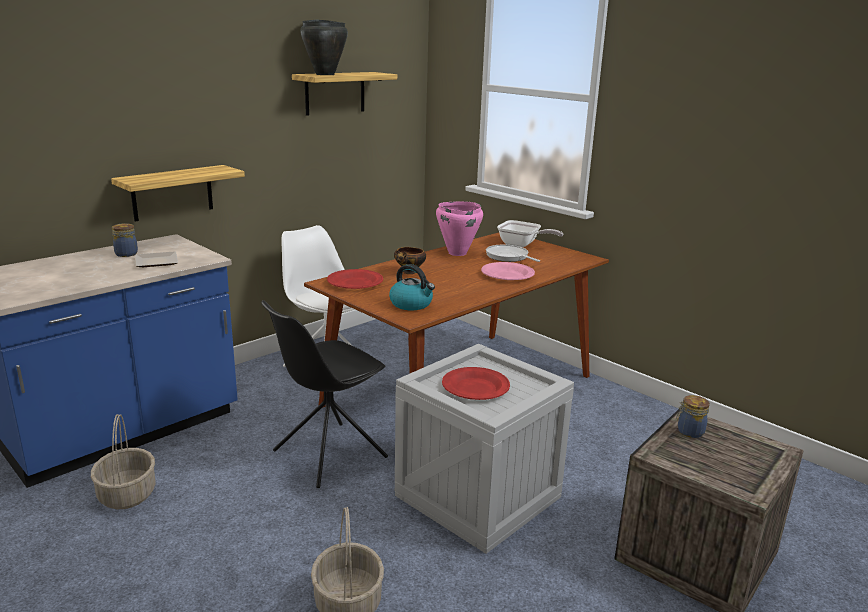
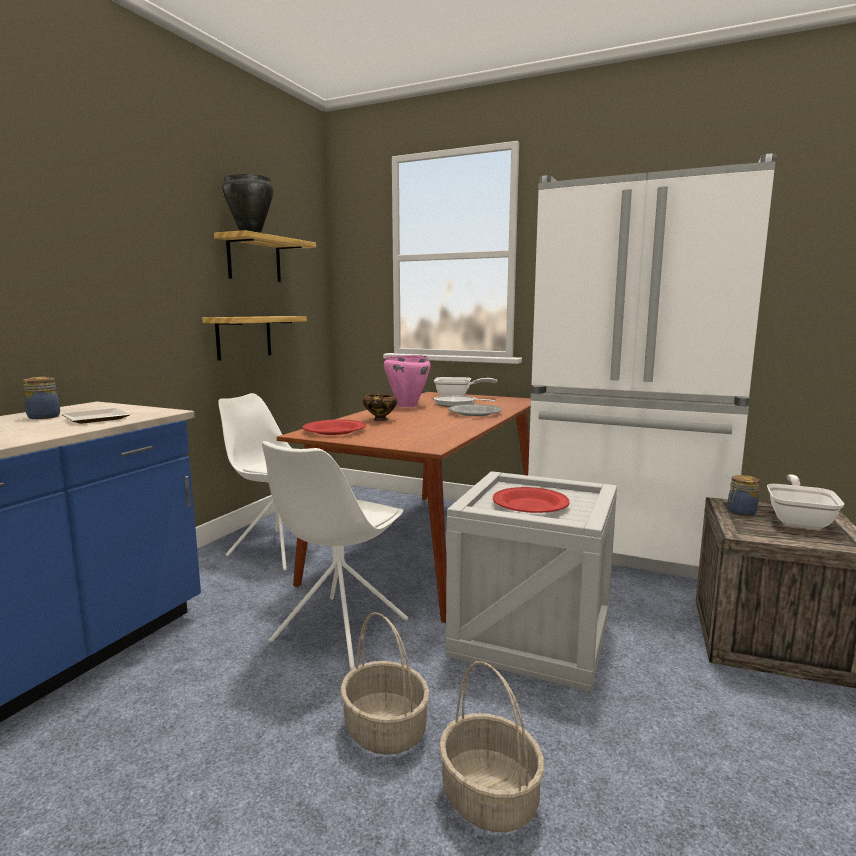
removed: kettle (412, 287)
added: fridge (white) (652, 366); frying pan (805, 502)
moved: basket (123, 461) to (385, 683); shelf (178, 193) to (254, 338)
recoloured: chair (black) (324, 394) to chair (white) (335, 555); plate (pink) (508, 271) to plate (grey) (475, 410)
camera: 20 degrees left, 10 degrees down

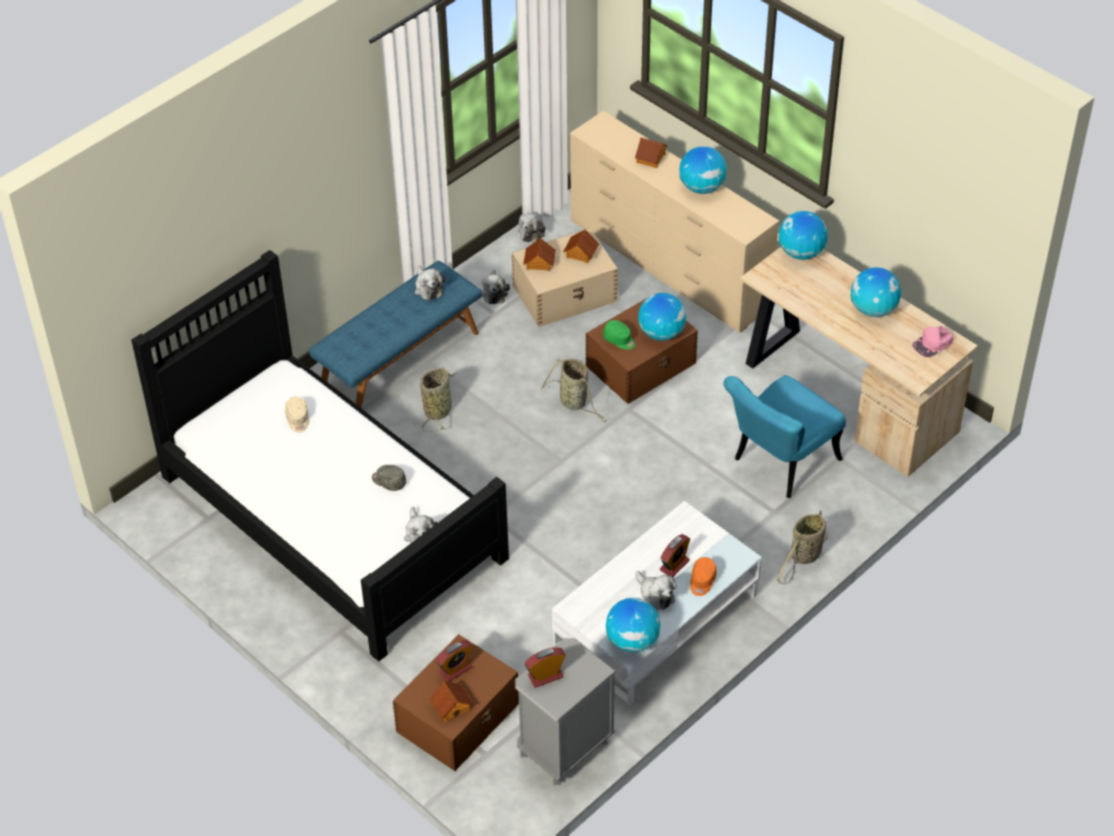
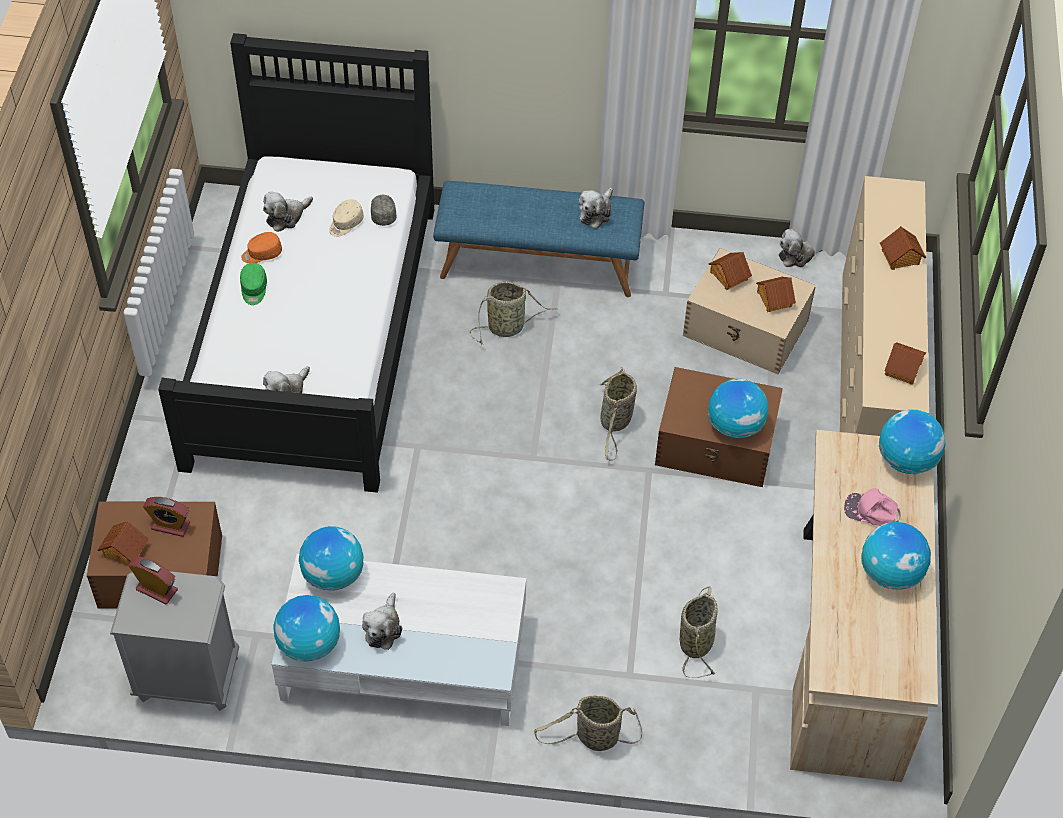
removed: alarm clock (675, 555)
added: toy house (905, 363)
moved: cap (grey) (389, 478) to (383, 210); plush toy (496, 287) to (288, 211); cap (green) (619, 335) to (253, 284); globe (703, 170) to (331, 558); cap (orange) (703, 576) to (261, 247); cap (pink) (932, 341) to (872, 507)
replaced: chair (turquoise) (784, 436) to basket (699, 632)
camera: 50 degrees right, 5 degrees up

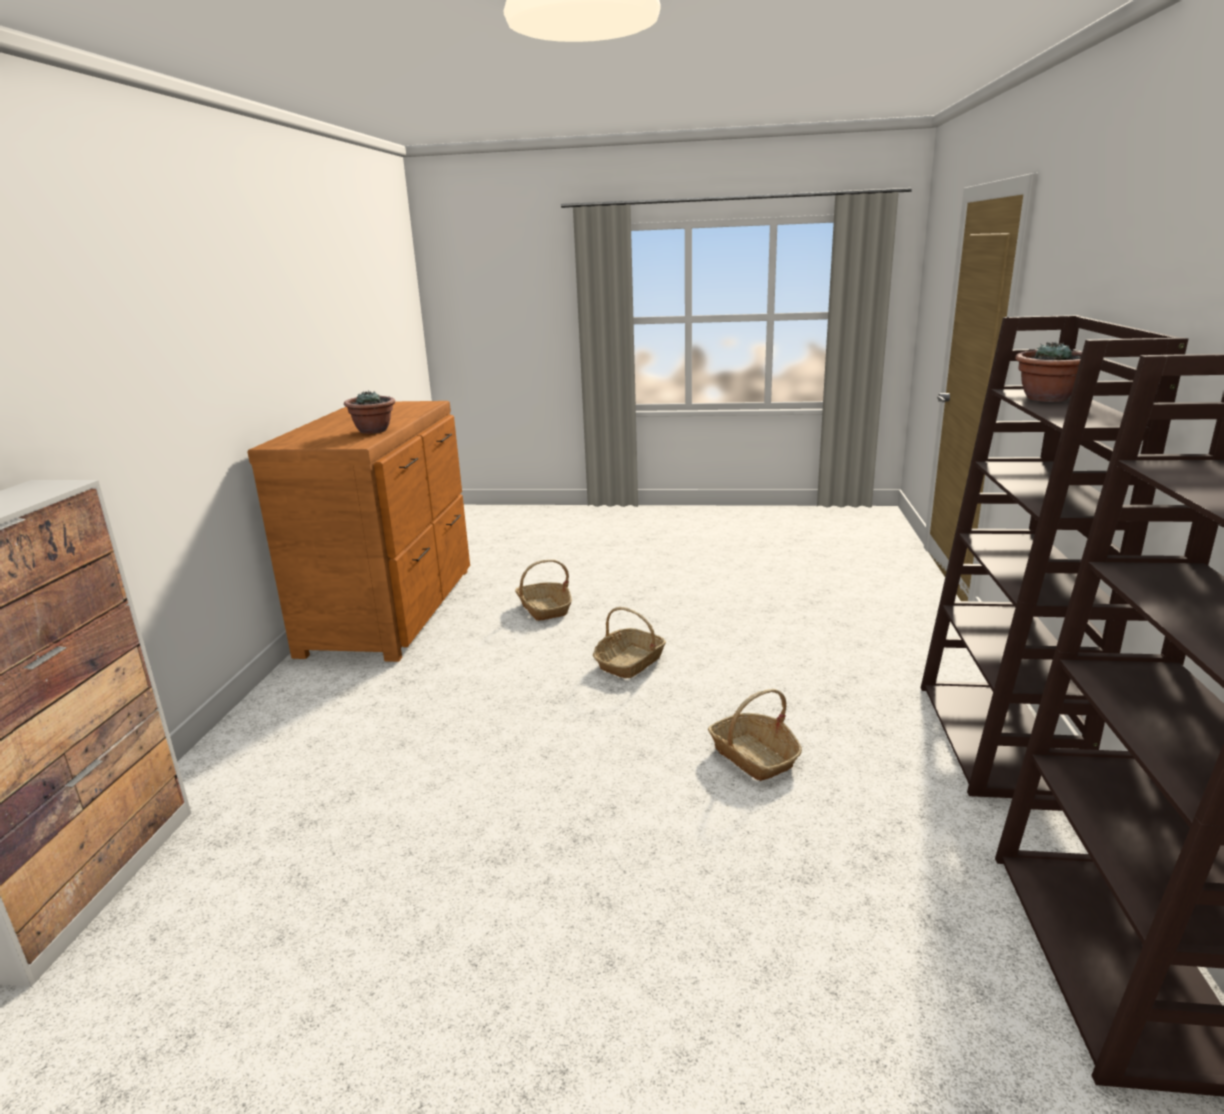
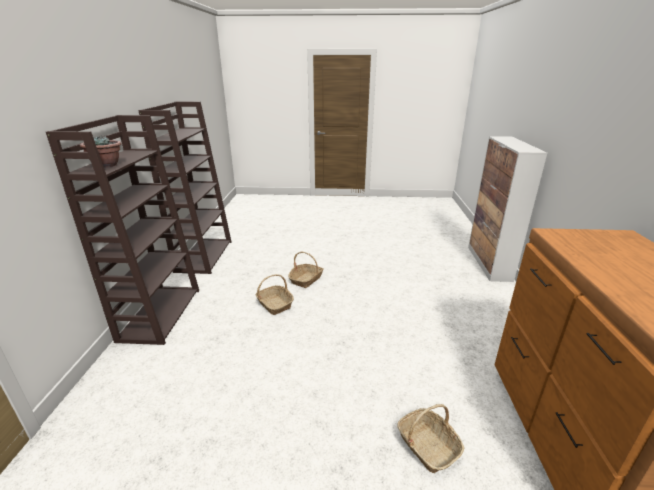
removed: potted plant (369, 412)
moved: basket (629, 642) to (306, 270)
camera: 175 degrees right, 5 degrees up

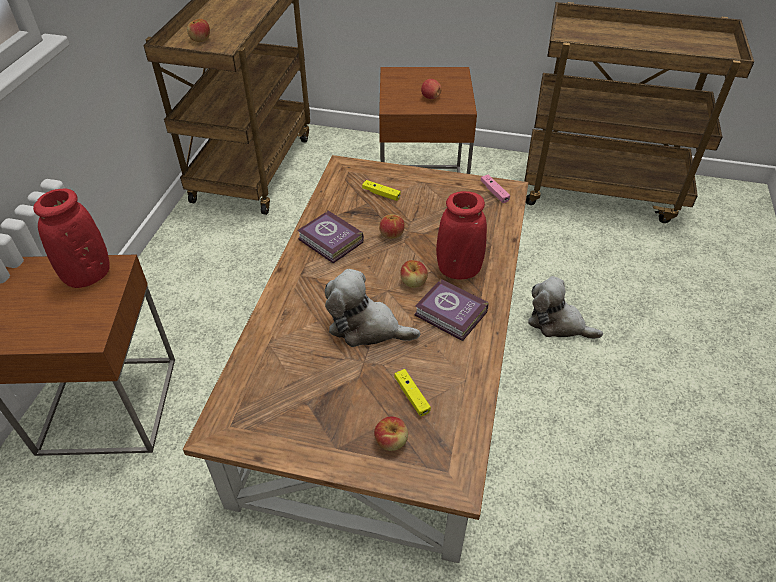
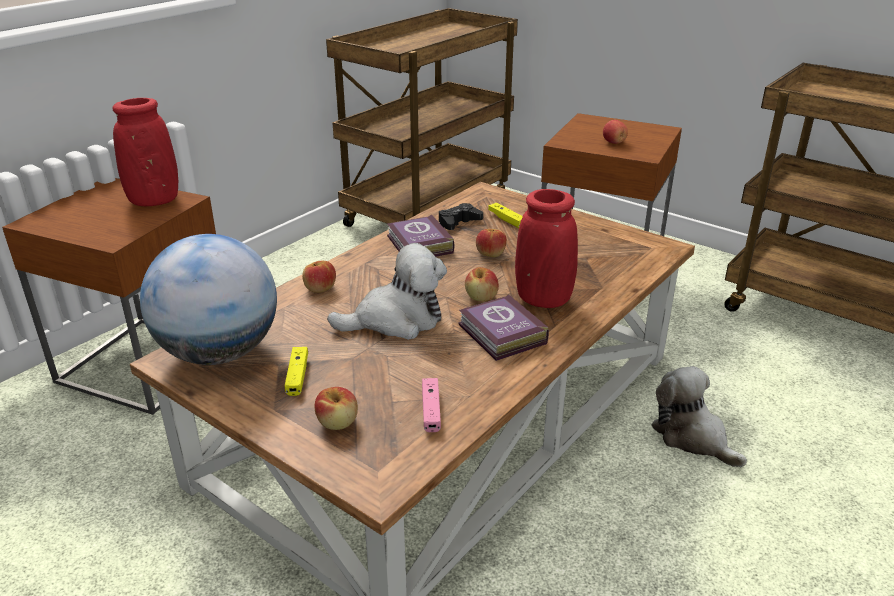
added: globe (208, 299); game controller (black) (461, 216)
moved: apple (198, 30) to (319, 277); game controller (yellow) (412, 392) to (296, 371); game controller (pink) (495, 189) to (431, 405)
turned: plush toy (372, 308) = (387, 291) 120 degrees clockwise
camera: 25 degrees right, 15 degrees down

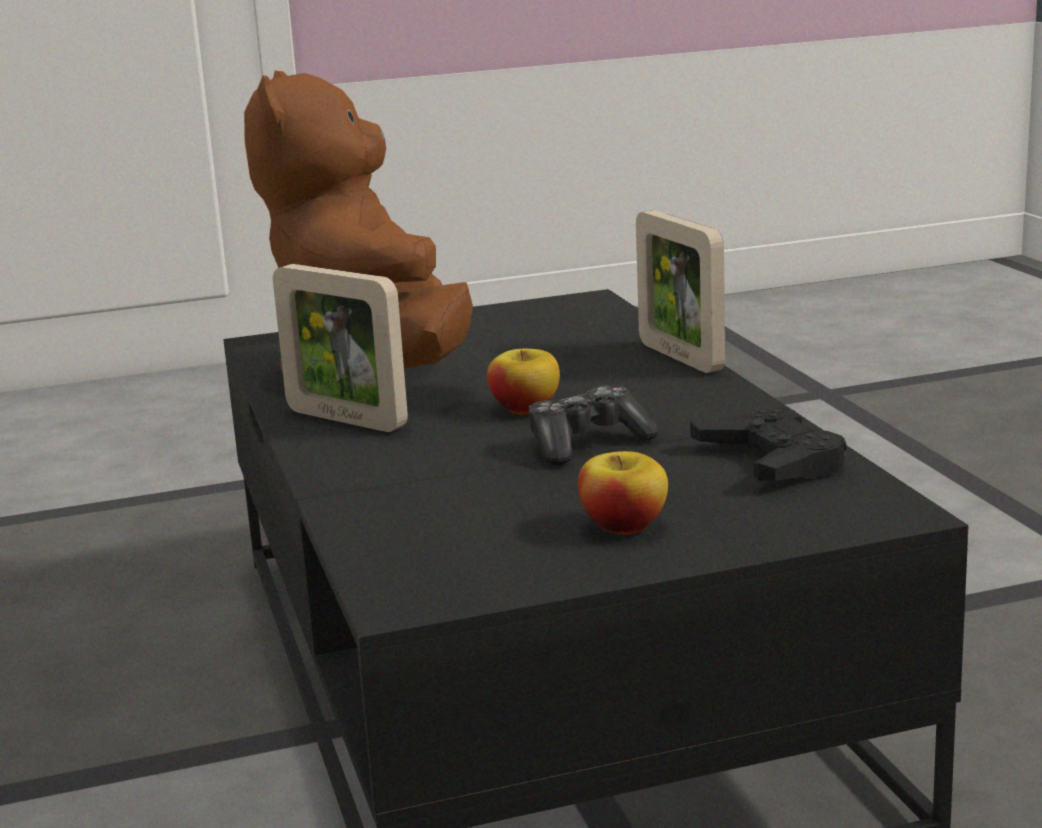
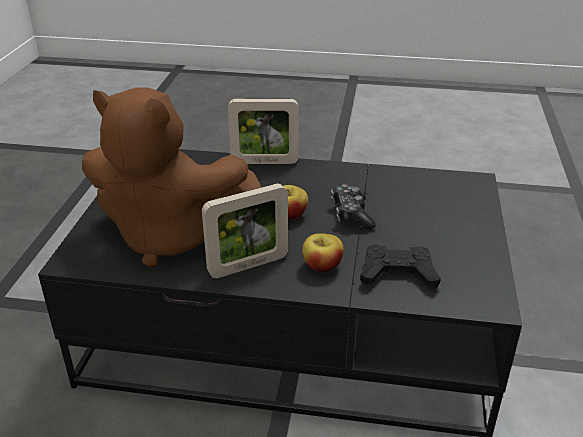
moved: apple (623, 492) to (323, 252); game controller (black) (768, 444) to (400, 266)
camera: 65 degrees left, 15 degrees up

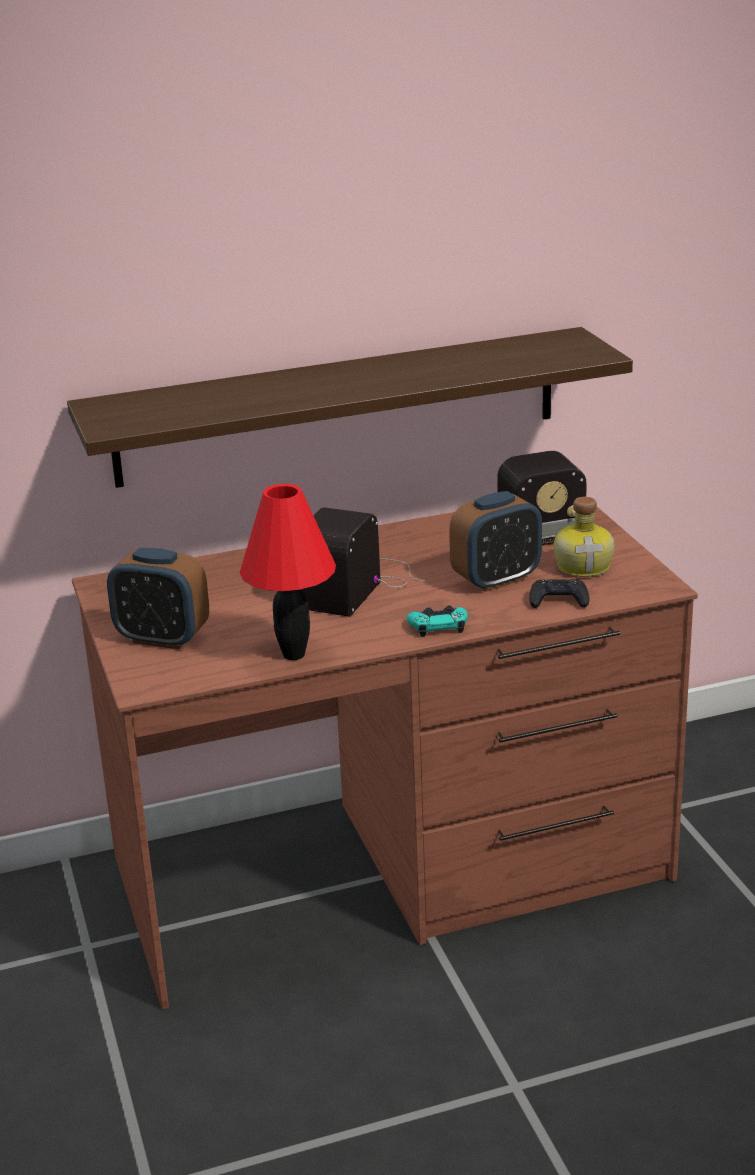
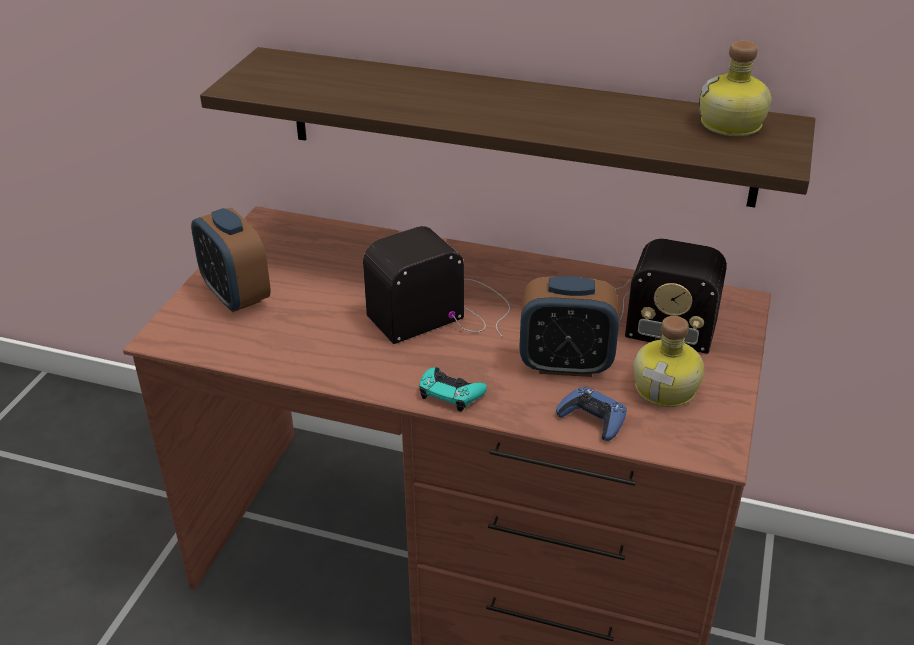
removed: table lamp (red) (288, 572)
added: bottle (735, 88)
recoloured: game controller (black) (559, 593) to game controller (blue) (591, 414)
camera: 35 degrees right, 10 degrees up

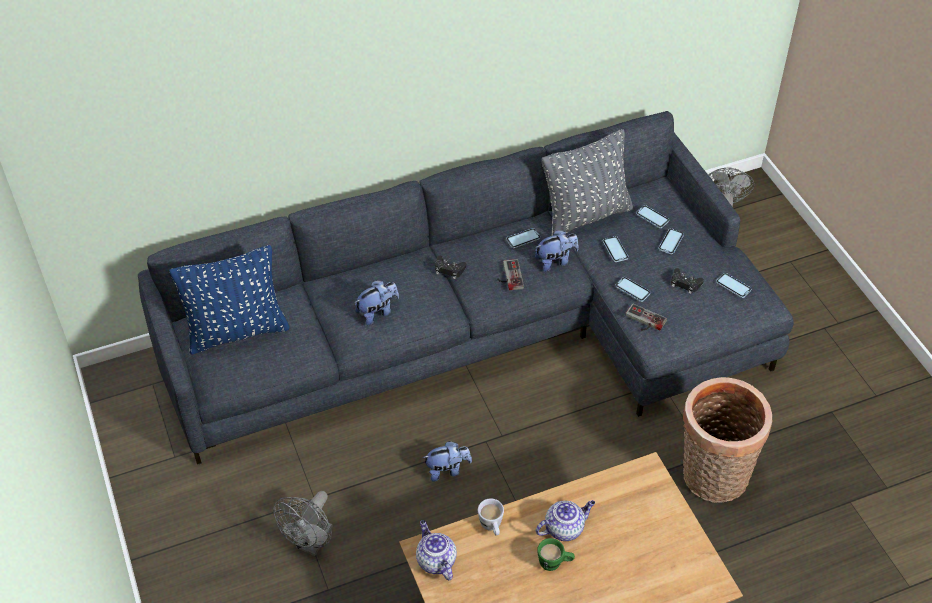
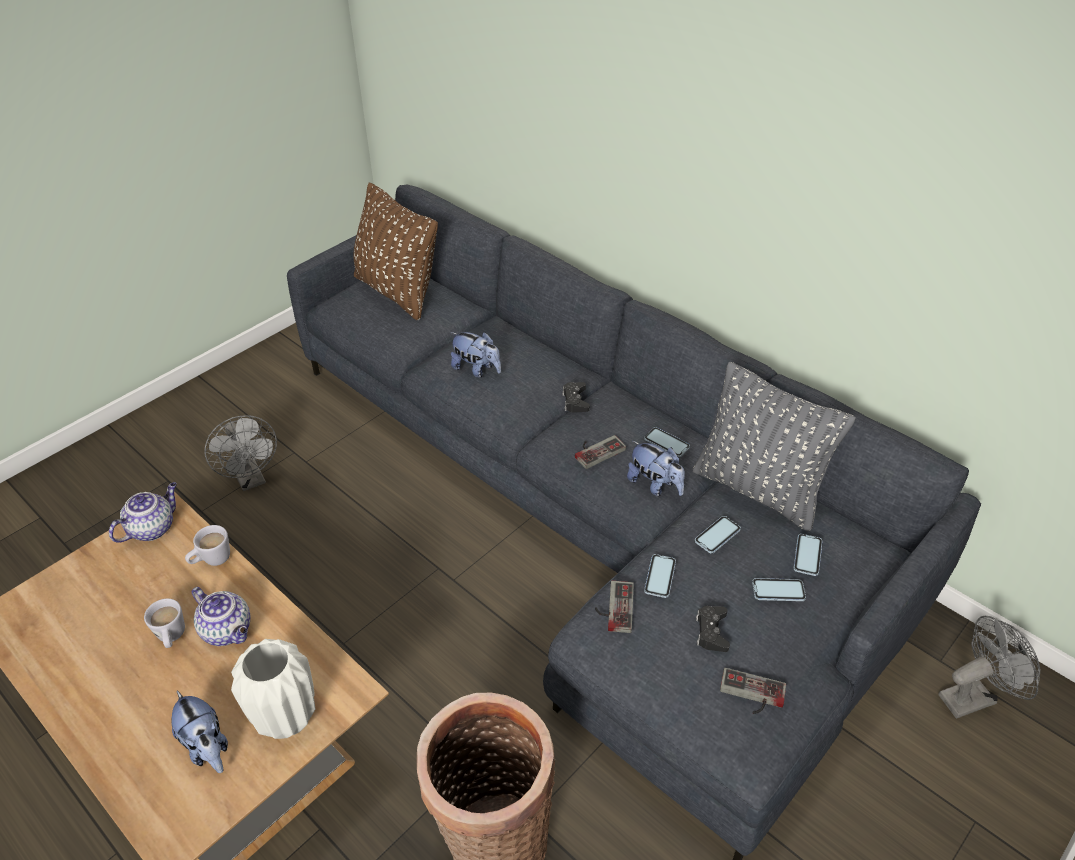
added: vase (white) (273, 689)
moved: plush toy (447, 461) to (200, 732)
replaced: phone (733, 285) to game controller (753, 691)
recoloured: pillow (blue) (229, 300) to pillow (brown) (395, 251); mug (green) (556, 554) to mug (white) (164, 623)
turned: fan (grey) (303, 523) = (240, 453) 120 degrees counterclockwise
camera: 65 degrees right, 5 degrees down

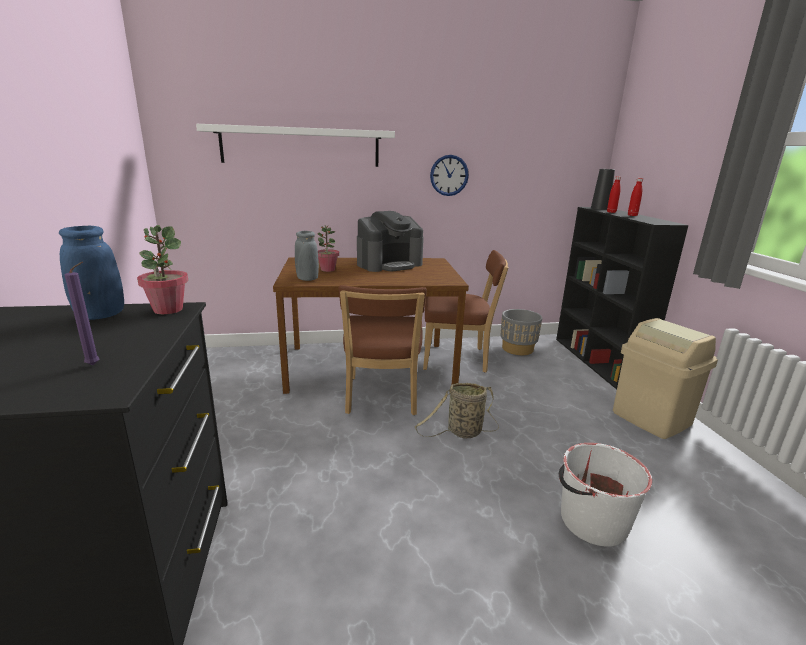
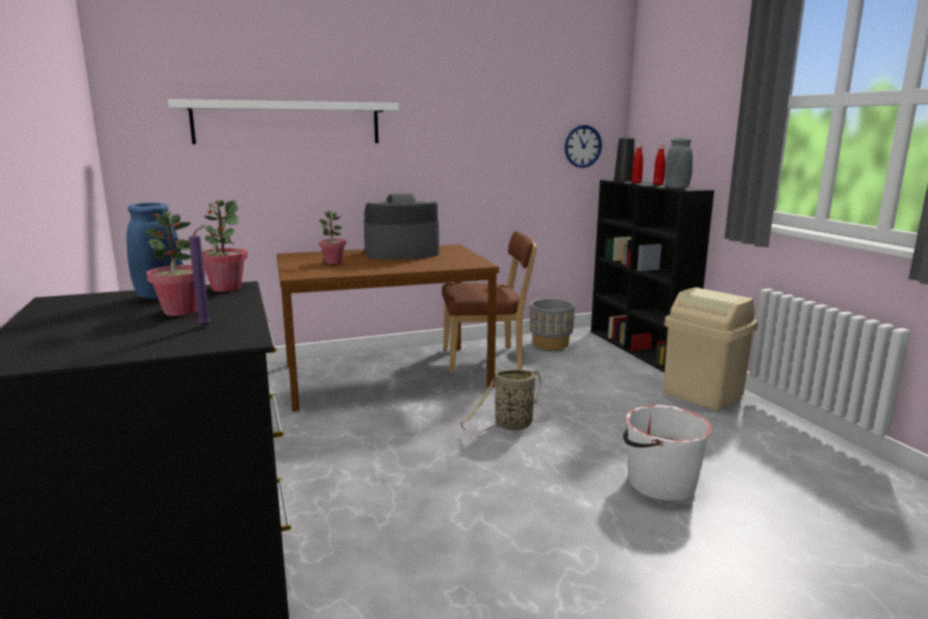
removed: chair (brown) (383, 350)
added: potted plant (175, 263)
moved: vase (grey) (307, 256) to (679, 163); wall clock (449, 175) to (583, 146)
turned: coffee machine (390, 241) = (401, 227) 150 degrees counterclockwise
camera: 10 degrees left, 5 degrees down

